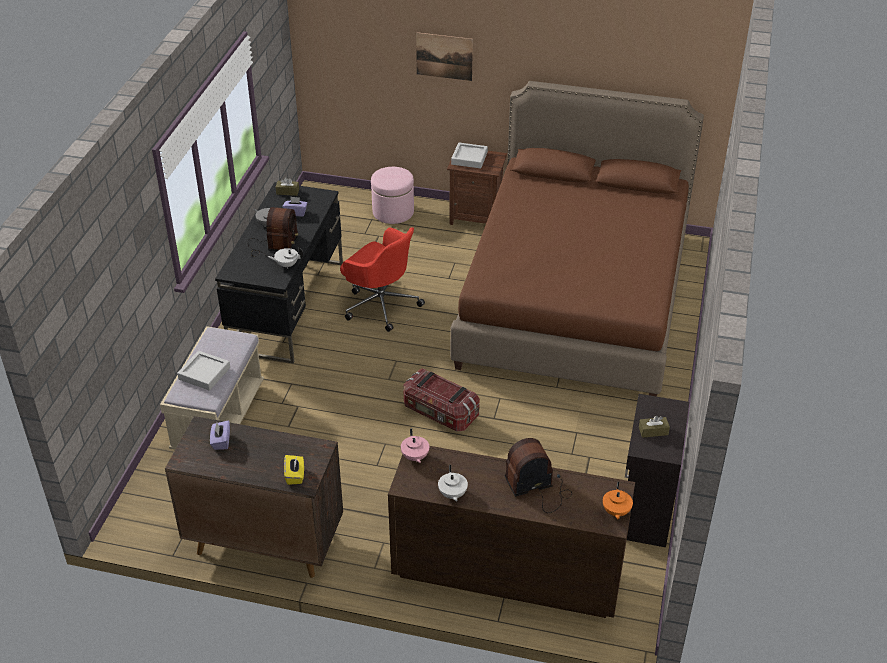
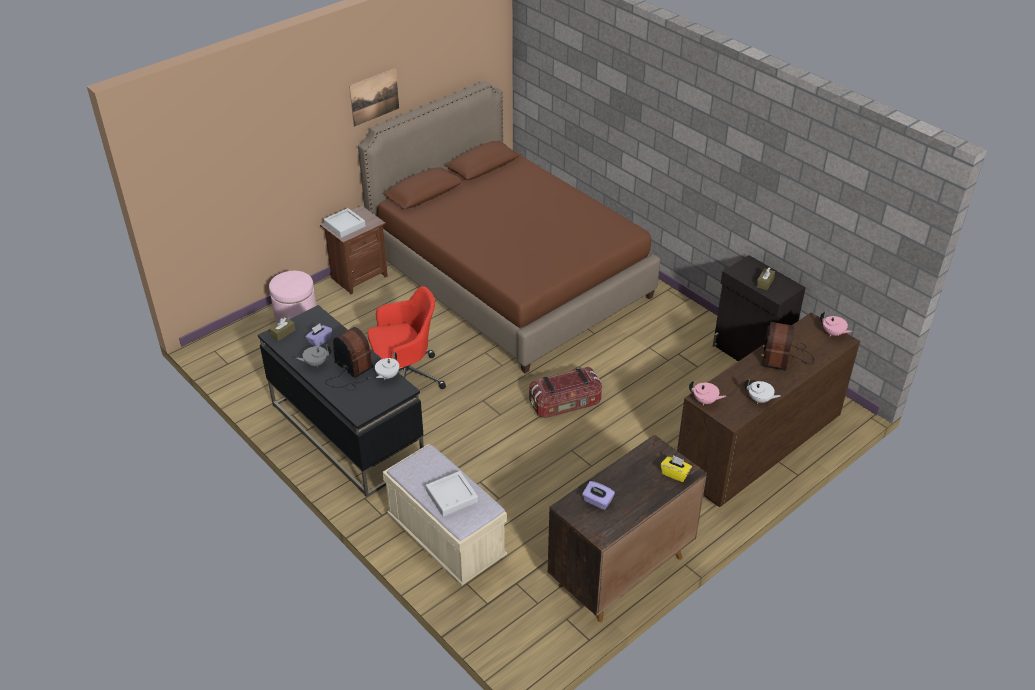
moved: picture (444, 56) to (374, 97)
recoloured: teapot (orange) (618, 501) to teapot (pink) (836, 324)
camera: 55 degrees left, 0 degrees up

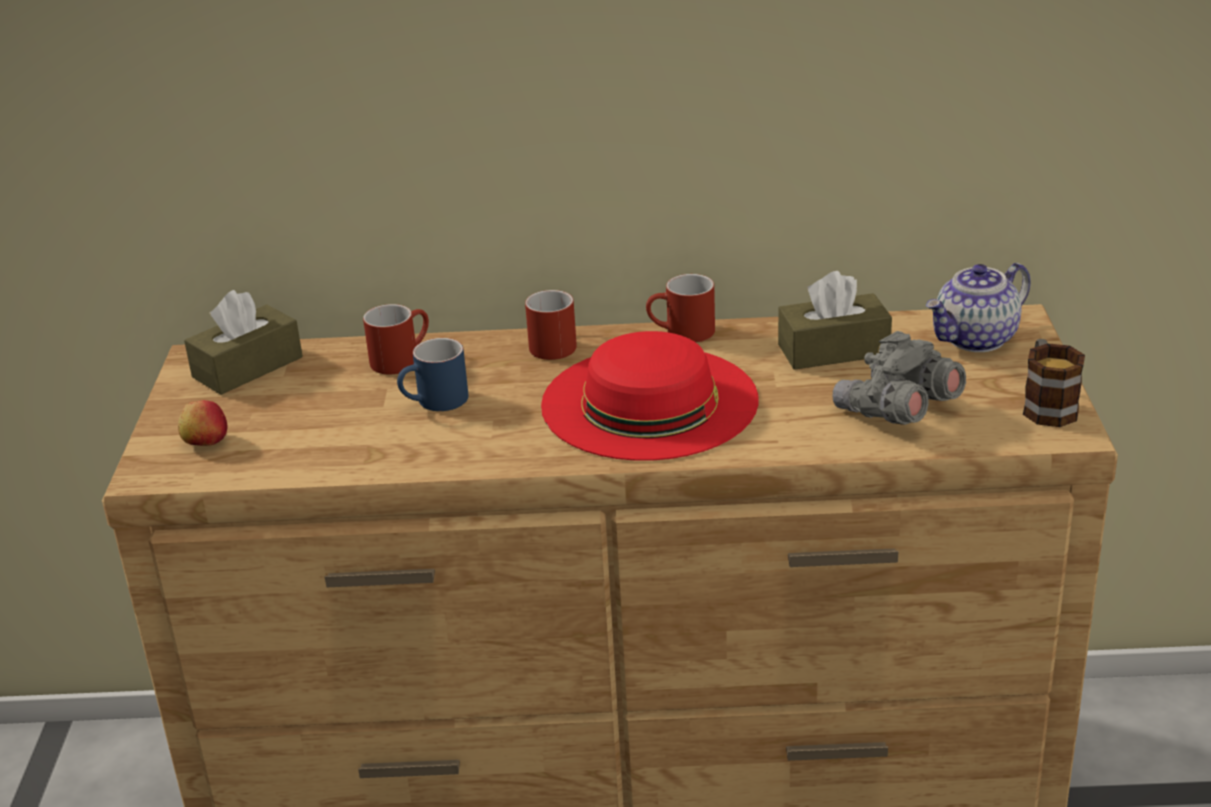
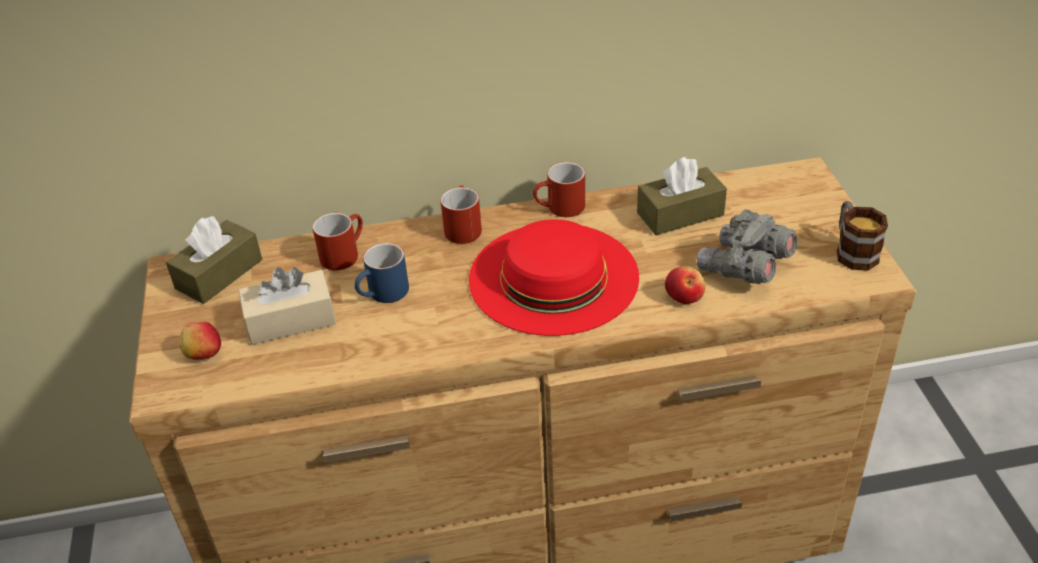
removed: teapot (978, 307)
added: tissue box (beige) (287, 306); apple (685, 285)
camera: 10 degrees left, 10 degrees up

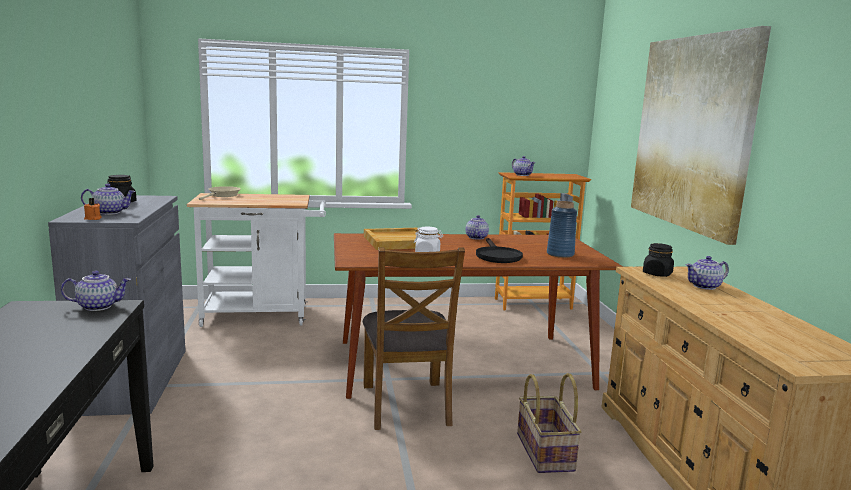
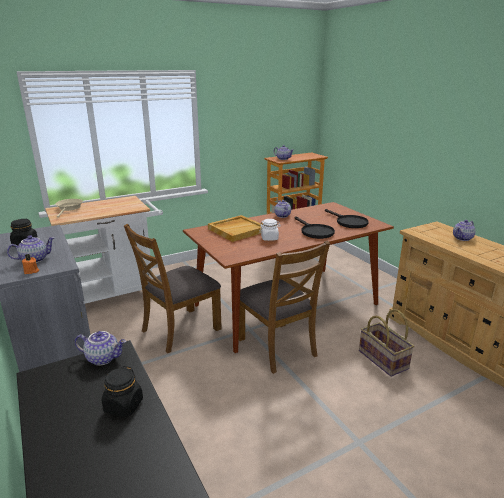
removed: picture (701, 135)
added: chair (brown) (173, 288)
moved: jar (black) (658, 260) to (122, 391)
replaced: vase (blue) (562, 229) to frying pan (black) (347, 218)
turned: teapot (96, 291) = (100, 348) 45 degrees clockwise
camera: 20 degrees left, 10 degrees up

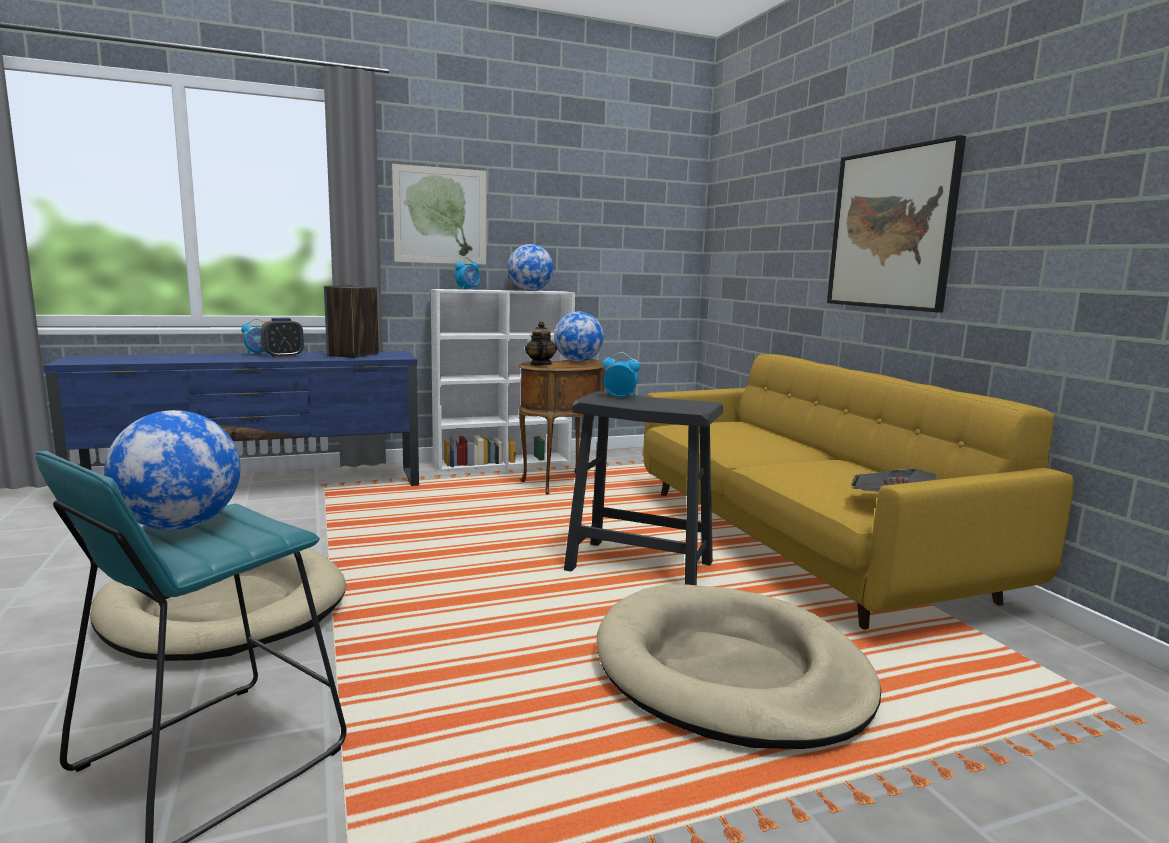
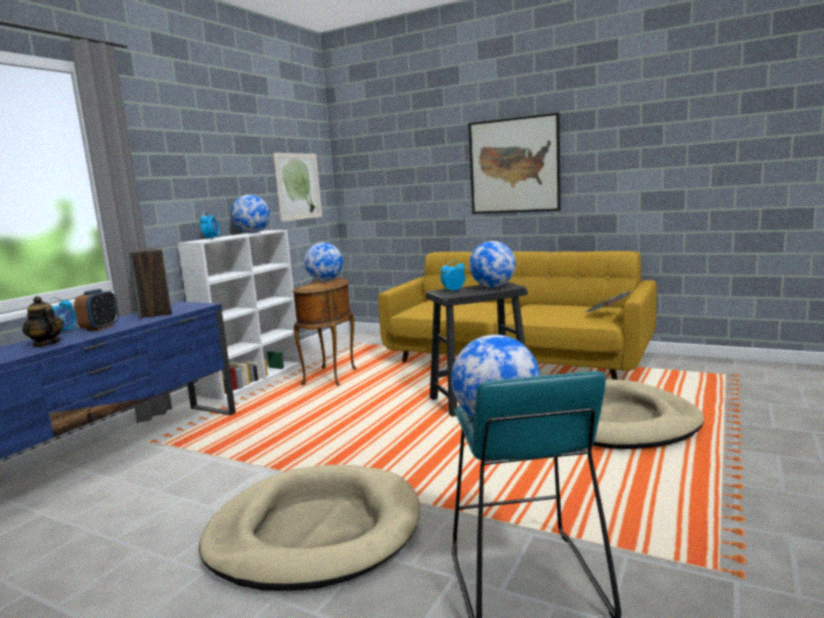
added: globe (492, 264)
moved: picture (439, 214) to (297, 187); teapot (541, 344) to (42, 321)
camera: 40 degrees left, 0 degrees up

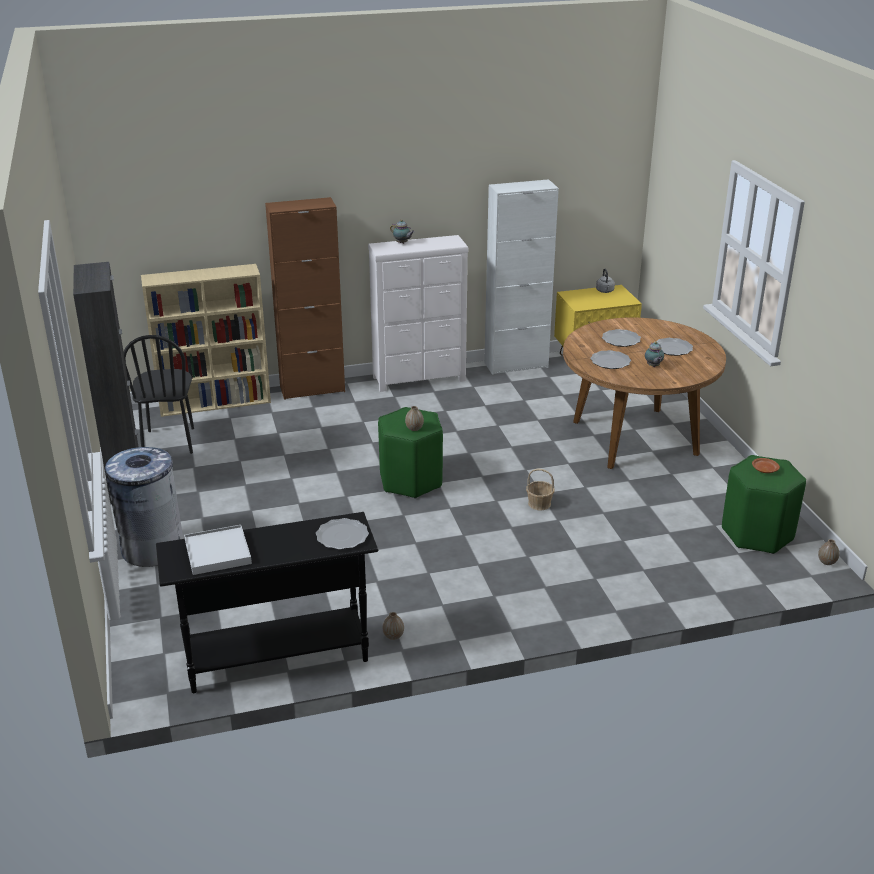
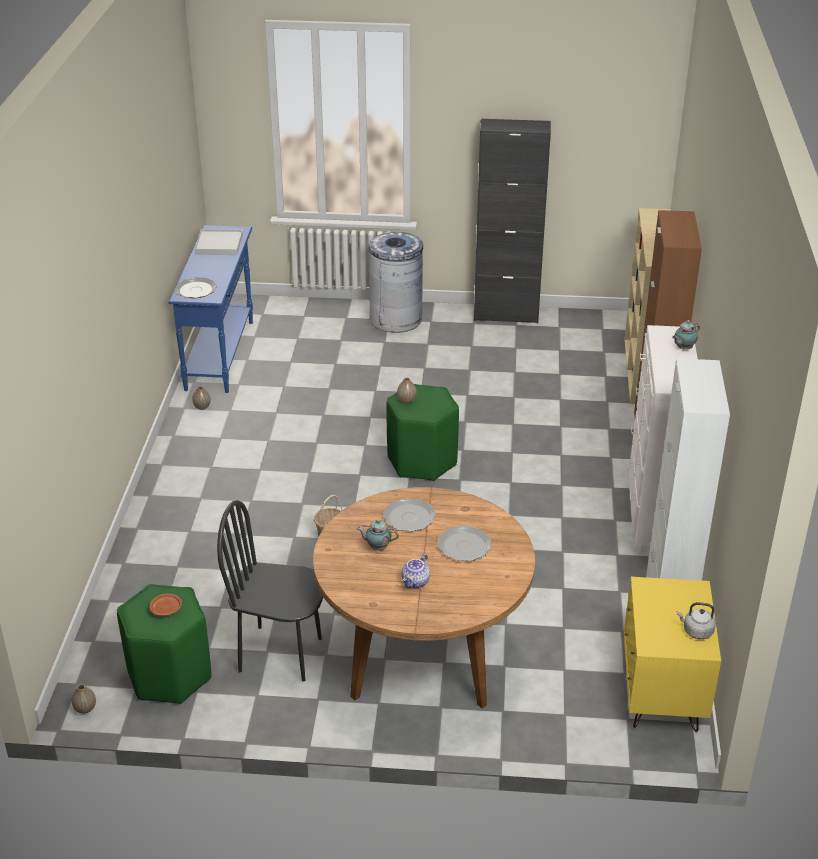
moved: chair (black) (158, 394) to (270, 591)
replaced: plate (673, 347) to teapot (416, 571)
recoloured: console table (black) (267, 602) to console table (blue) (211, 309)
camera: 110 degrees right, 5 degrees up

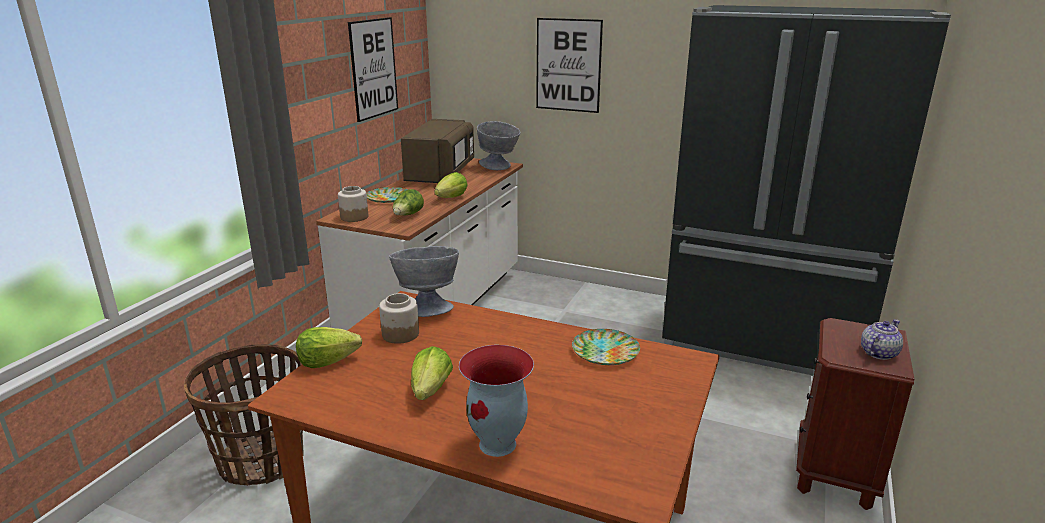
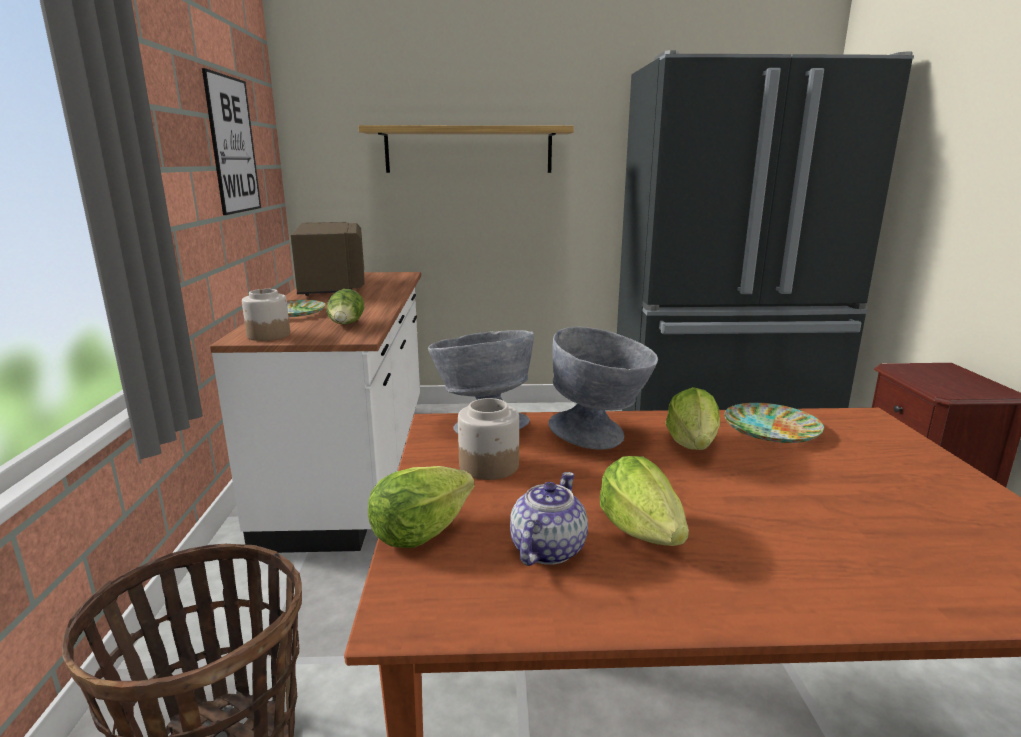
removed: vase (496, 401)
moved: lettuce (451, 185) to (693, 418); bowl (grey) (499, 145) to (603, 388); teapot (882, 339) to (549, 519)
replaced: picture (569, 65) to shelf (466, 149)
camera: 25 degrees left, 5 degrees down

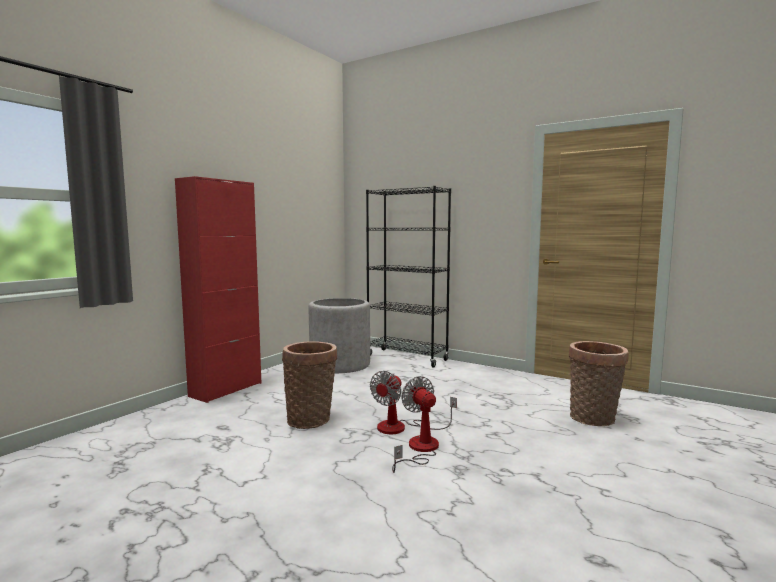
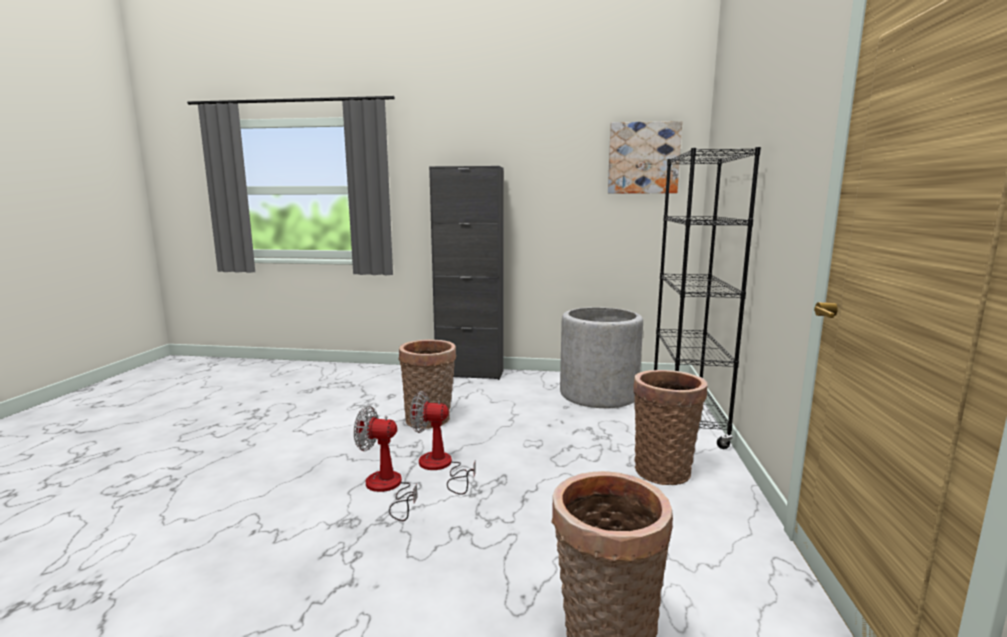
added: picture (645, 157); basket (670, 427)
recoloured: cabinet (red) (218, 289) to cabinet (black) (466, 273)
turned: fan (415, 424) = (385, 463) 120 degrees counterclockwise
camera: 65 degrees right, 5 degrees up

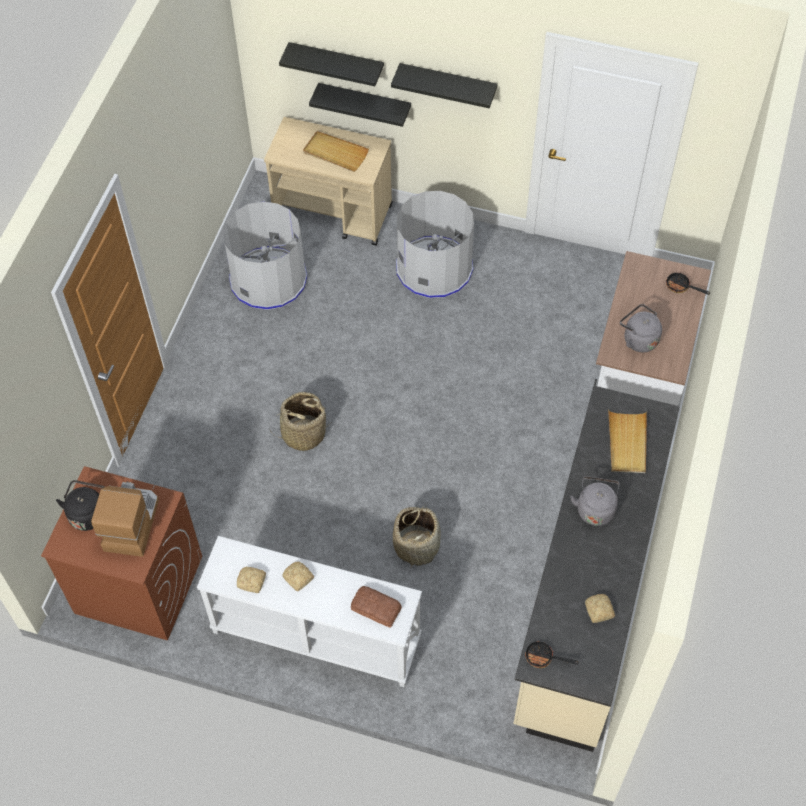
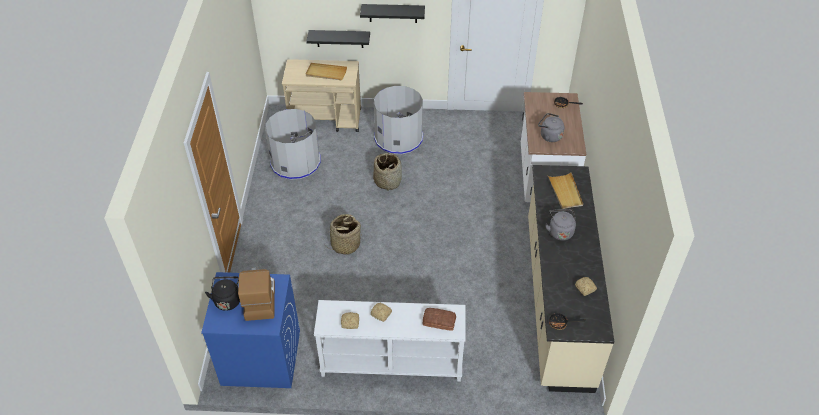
removed: shelf (black) (331, 64)
moved: basket (417, 536) to (387, 171)
recoloured: washing machine (brown) (121, 553) to washing machine (blue) (250, 330)
camera: 15 degrees left, 10 degrees down

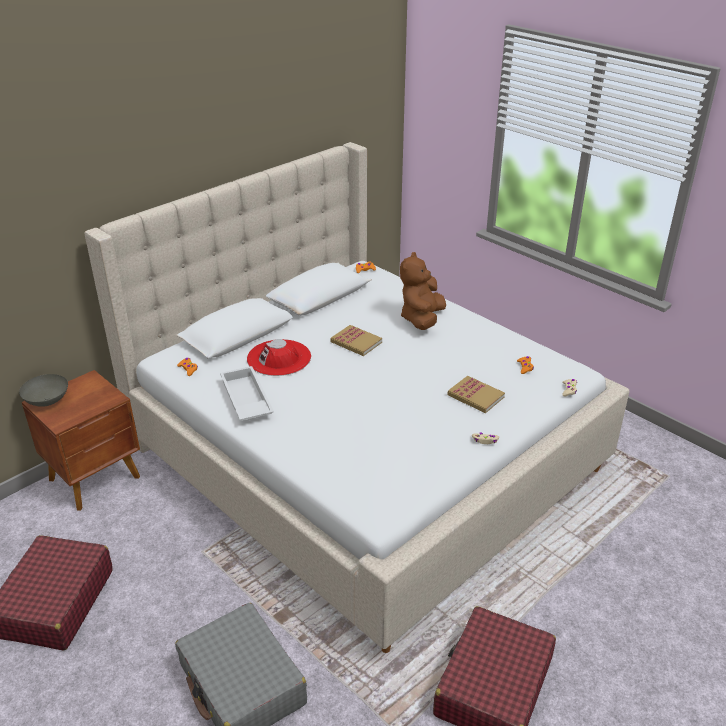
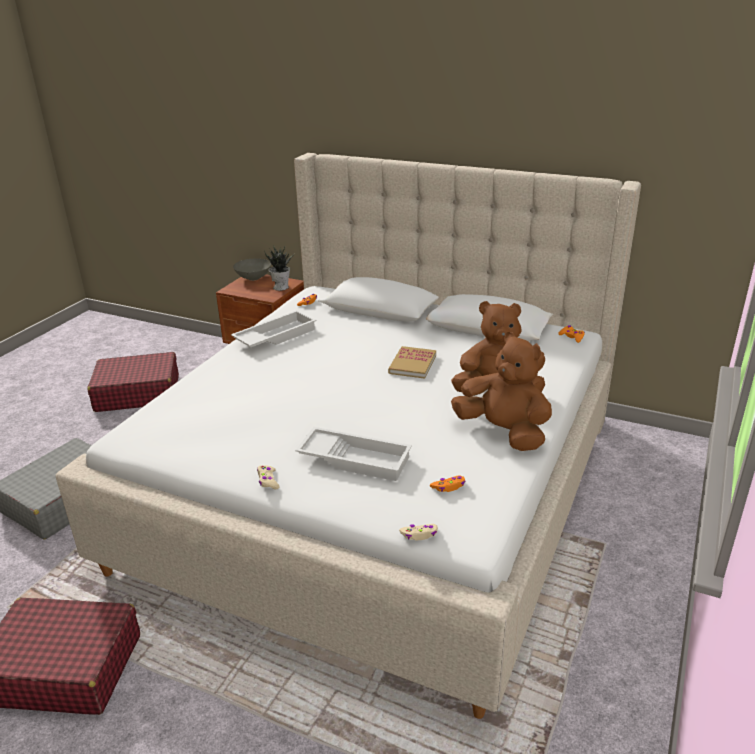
removed: hat (red) (279, 357)
added: potted plant (279, 268); plush toy (brown) (501, 391)
replaced: book (476, 394) to tray (white) (354, 454)
camera: 70 degrees right, 5 degrees down

